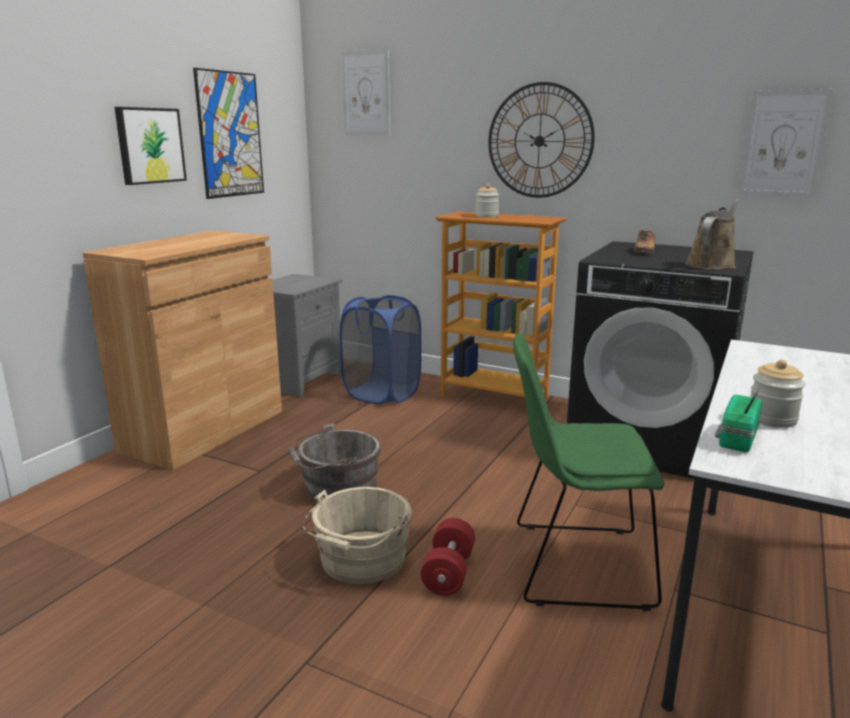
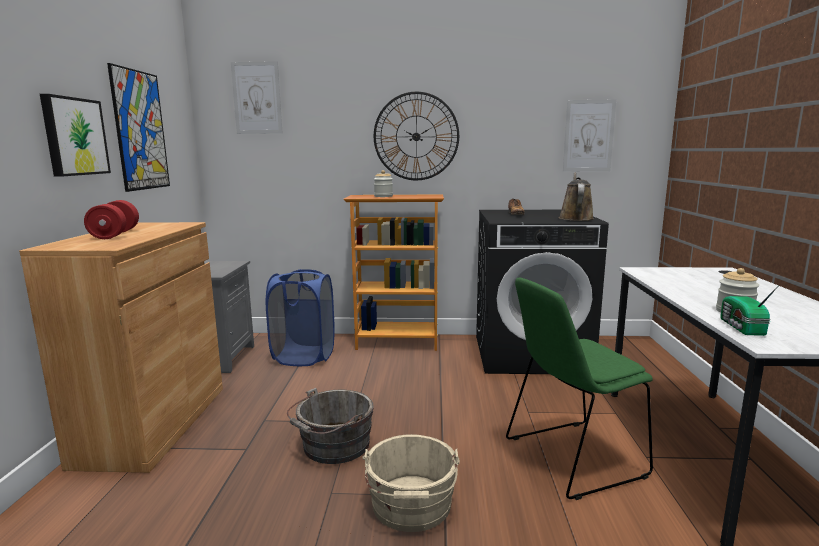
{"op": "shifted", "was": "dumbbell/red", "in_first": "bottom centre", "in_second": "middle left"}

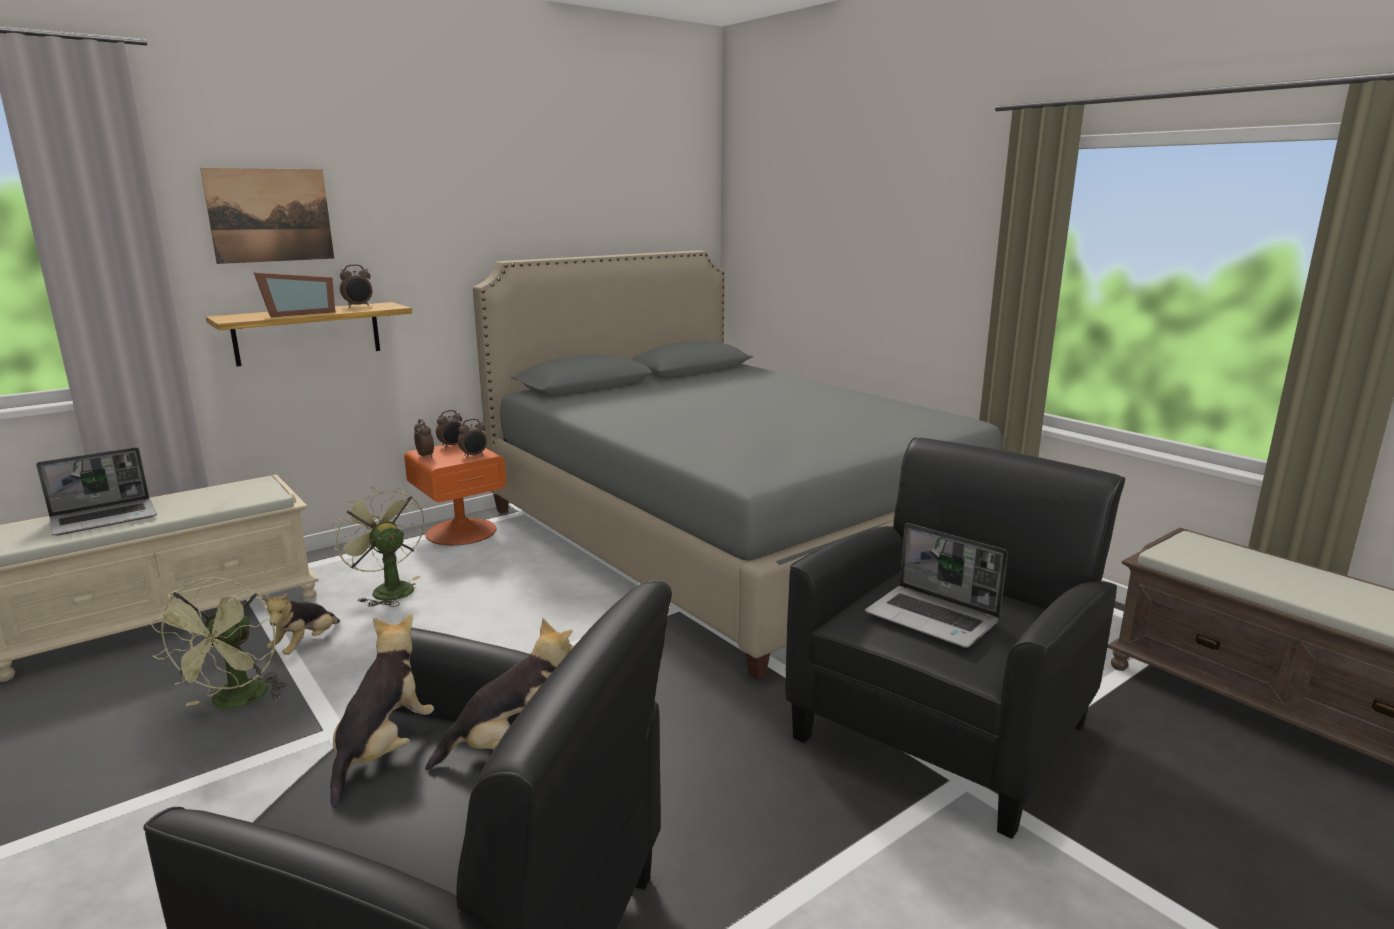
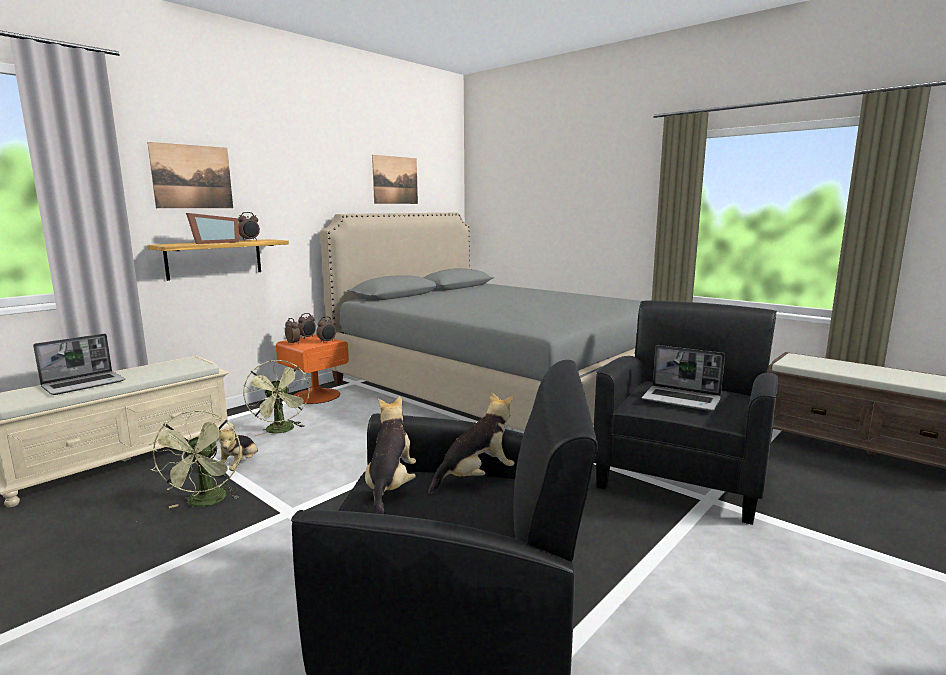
{"op": "rotated", "was": "fan/green (no. 2 from left)", "in_first": "middle left", "in_second": "middle left", "clockwise": -150}
{"op": "new", "now": "picture (no. 2 from left)", "in_second": "top centre"}

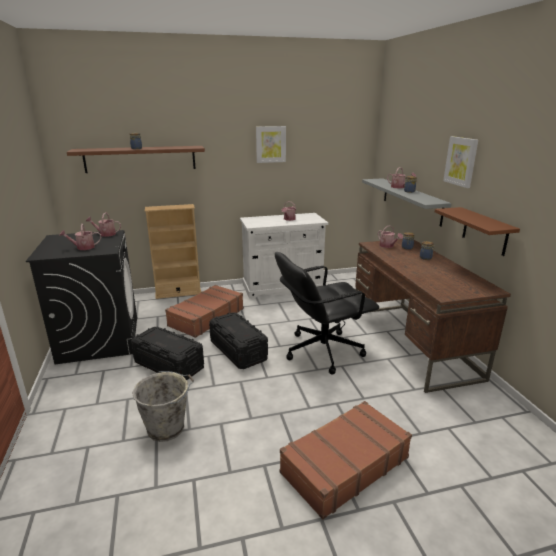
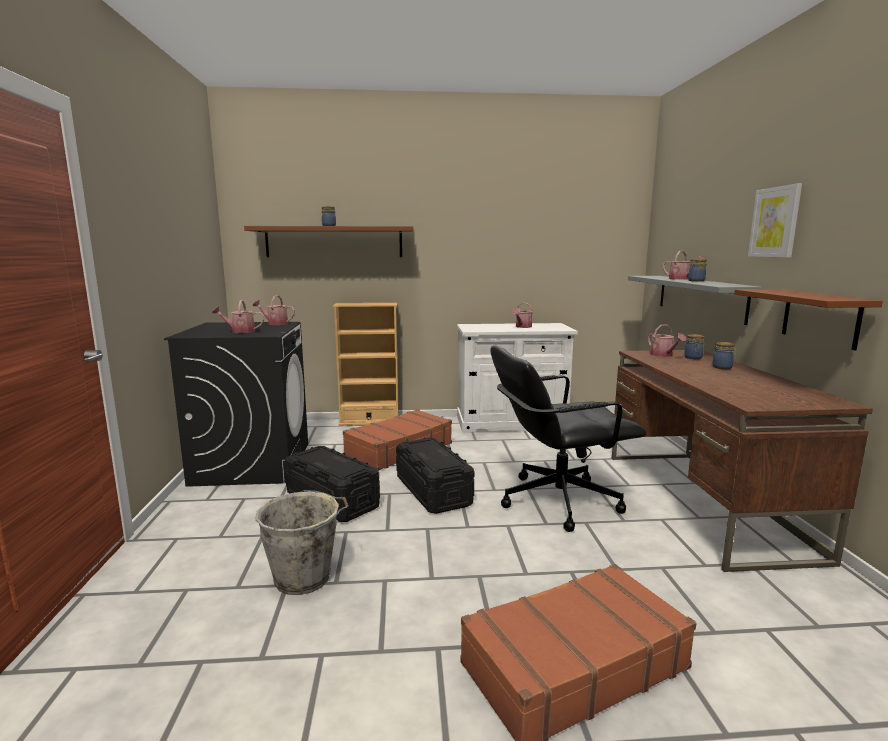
{"op": "gone", "was": "picture (no. 1 from left)", "in_first": "top centre"}

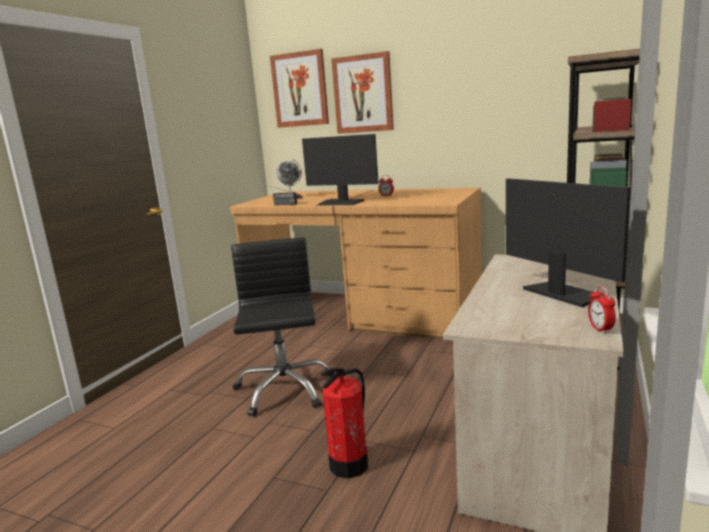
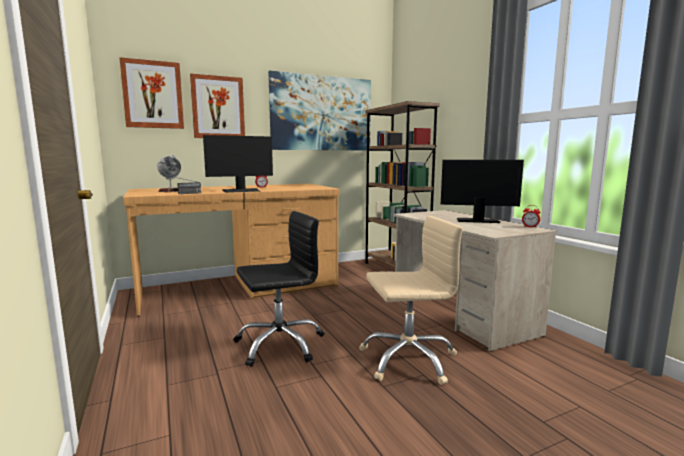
{"op": "rotated", "was": "office chair/black", "in_first": "centre", "in_second": "centre", "clockwise": 120}
{"op": "new", "now": "picture (no. 3 from left)", "in_second": "top centre"}
{"op": "swapped", "was": "fire extinguisher", "now": "office chair/beige", "in_first": "bottom centre", "in_second": "centre"}

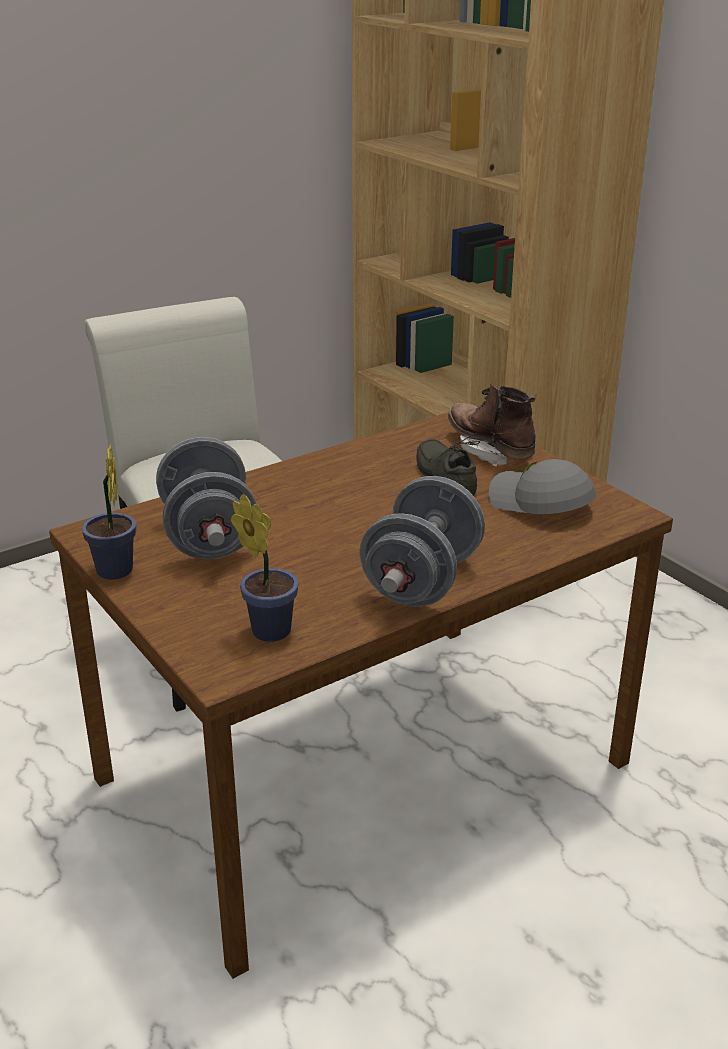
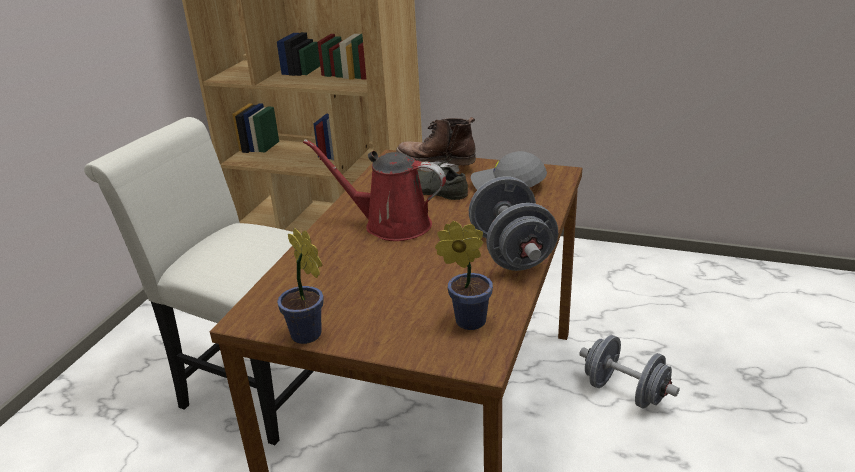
{"op": "new", "now": "watering can/red", "in_second": "centre"}
{"op": "shifted", "was": "dumbbell/grey (no. 1 from left in the first image)", "now": "dumbbell/grey (no. 2 from left)", "in_first": "middle left", "in_second": "bottom right"}

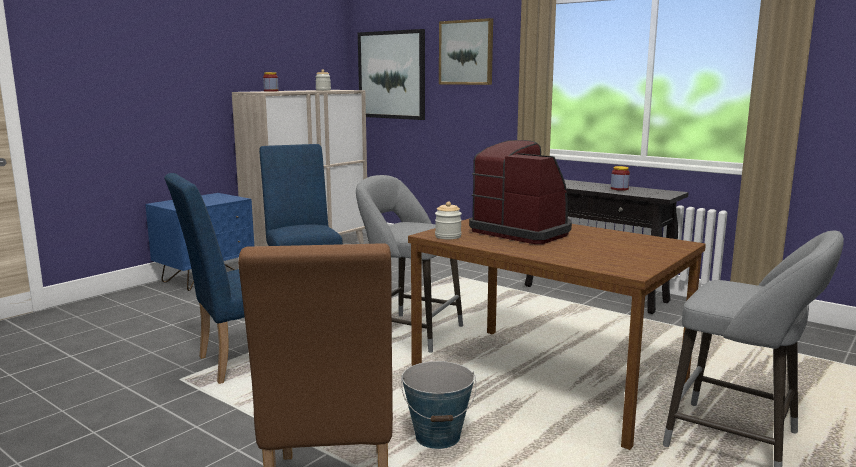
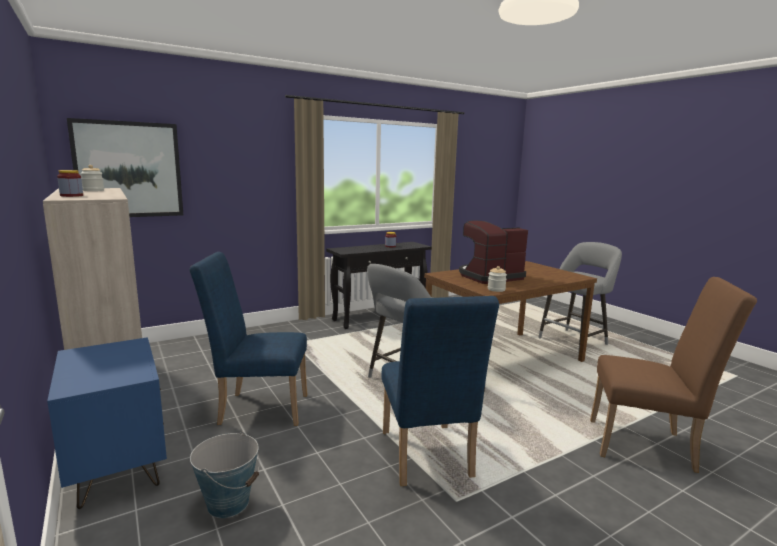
{"op": "shifted", "was": "bucket", "in_first": "bottom centre", "in_second": "bottom left"}
{"op": "gone", "was": "picture (no. 2 from left)", "in_first": "top centre"}

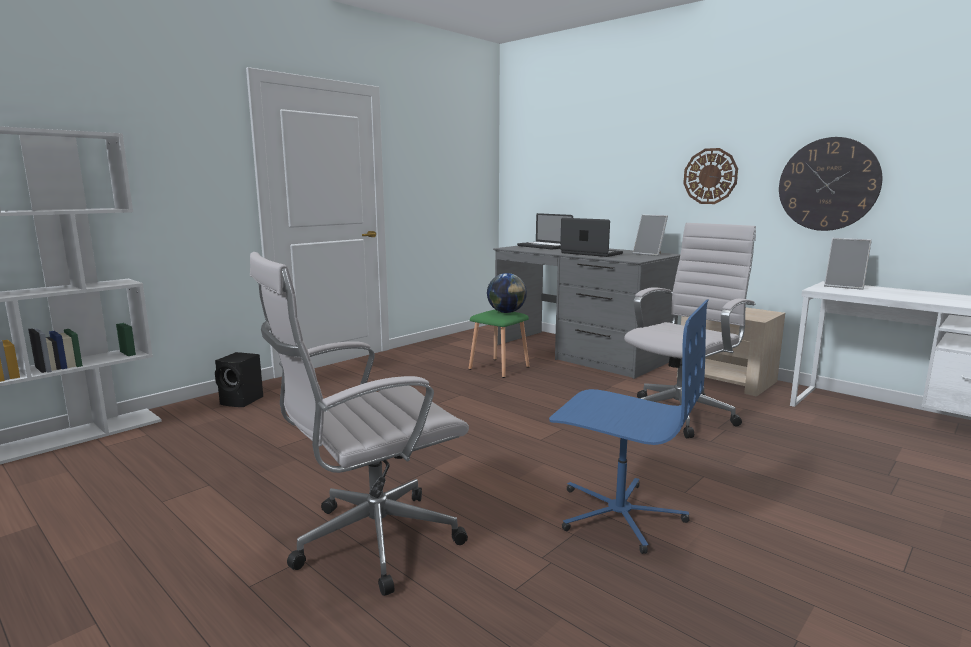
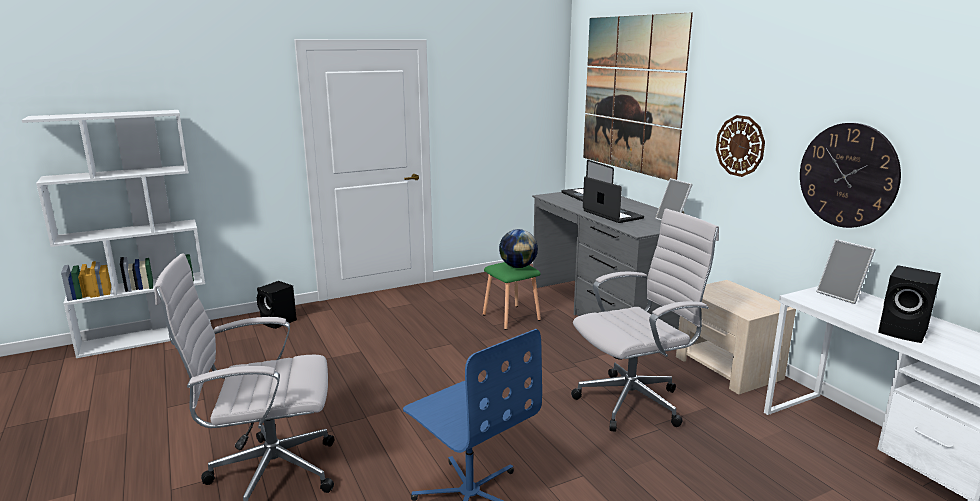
{"op": "new", "now": "picture", "in_second": "top centre"}
{"op": "new", "now": "speaker/black (no. 2 from left)", "in_second": "middle right"}

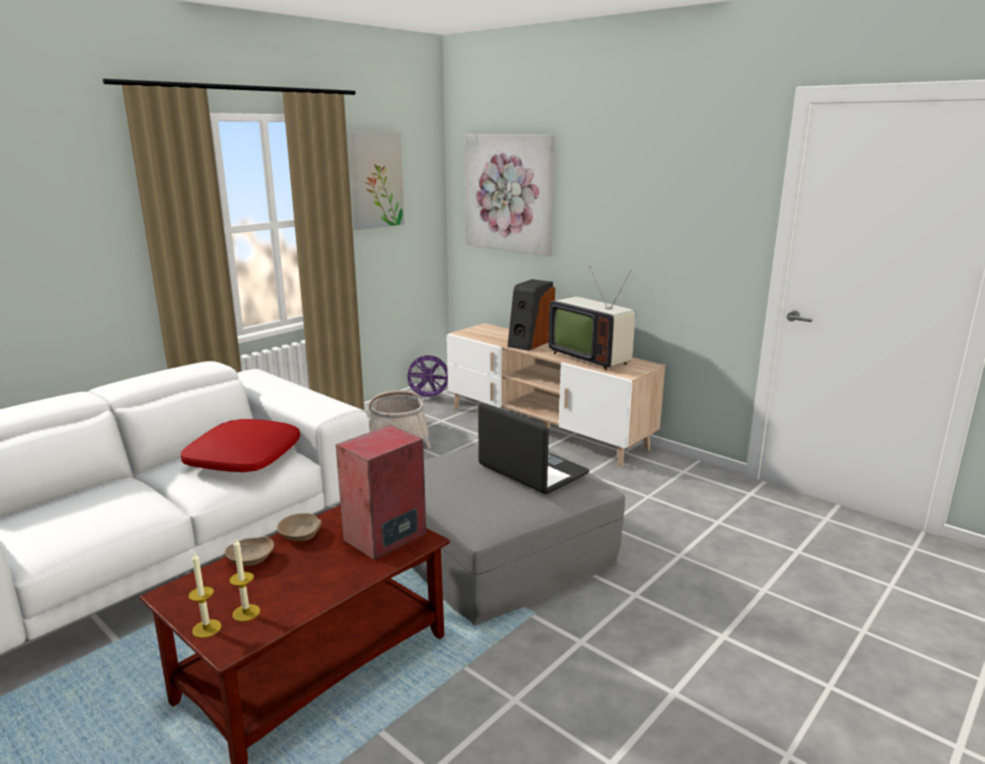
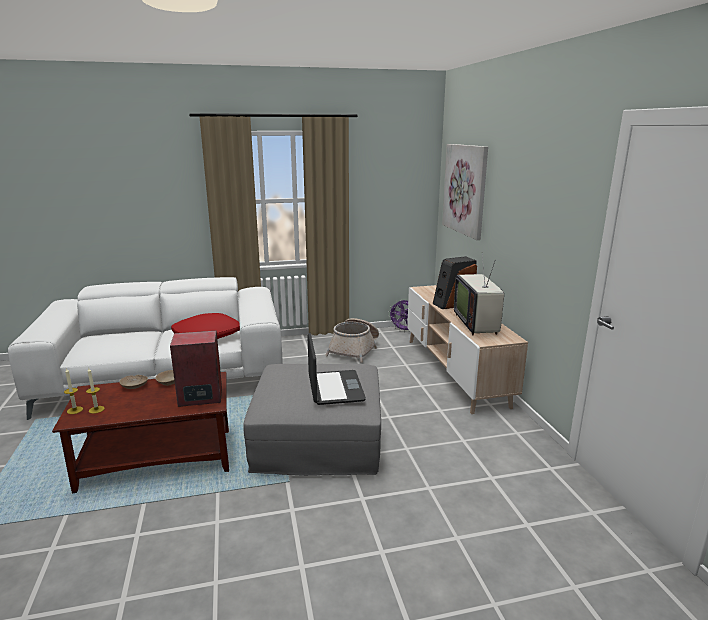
{"op": "gone", "was": "picture (no. 1 from left)", "in_first": "top centre"}

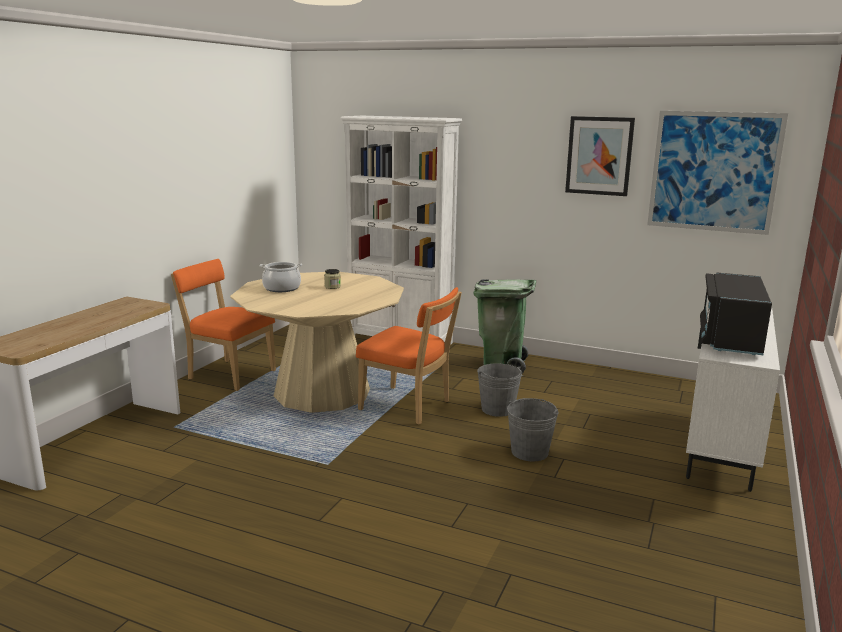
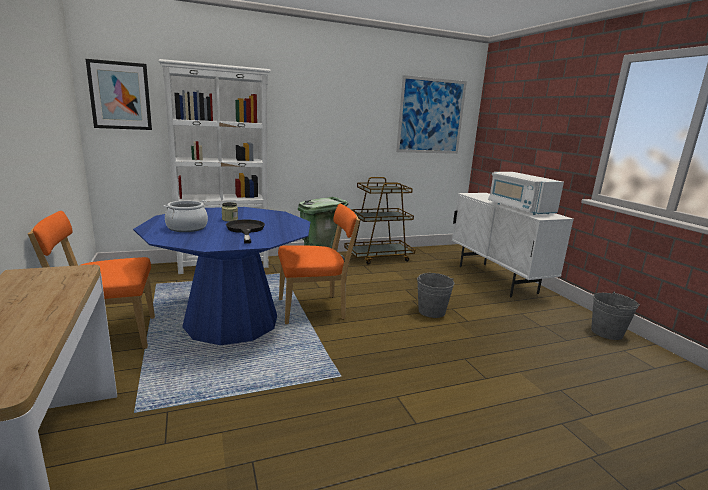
{"op": "shifted", "was": "picture (no. 1 from left)", "in_first": "top right", "in_second": "top left"}
{"op": "repainted", "was": "dining table/beige", "now": "dining table/blue", "in_first": "centre", "in_second": "middle left"}
{"op": "new", "now": "frying pan/black", "in_second": "centre"}
{"op": "new", "now": "cart/brown", "in_second": "centre"}
{"op": "repainted", "was": "microwave/black", "now": "microwave/white", "in_first": "middle right", "in_second": "middle right"}
{"op": "shifted", "was": "bucket/grey (no. 1 from left in the first image)", "now": "bucket/grey (no. 2 from left)", "in_first": "centre", "in_second": "middle right"}

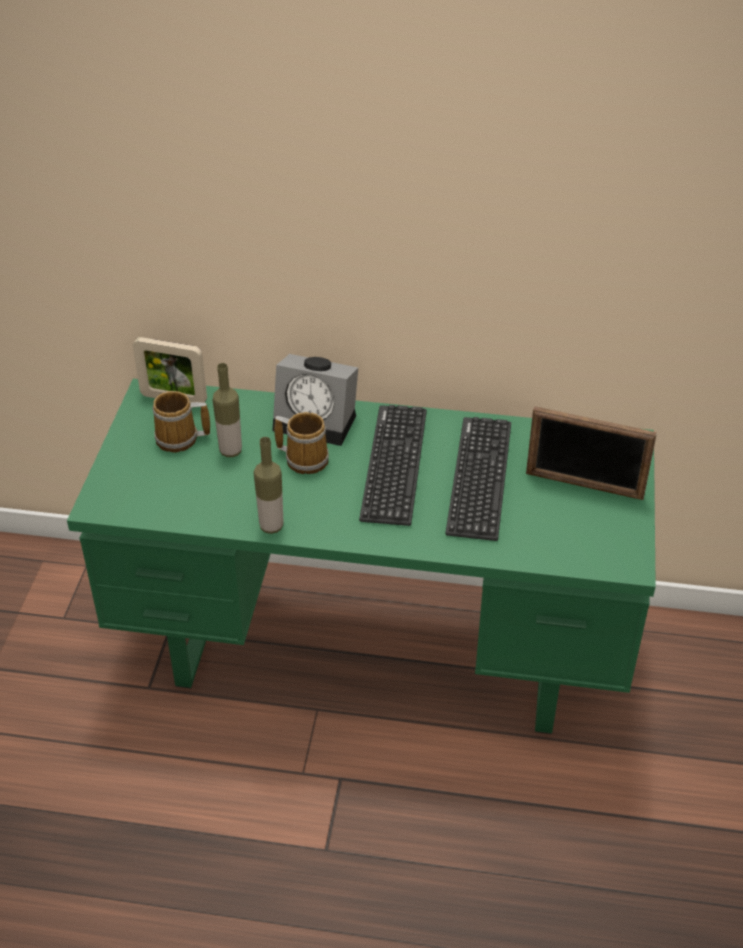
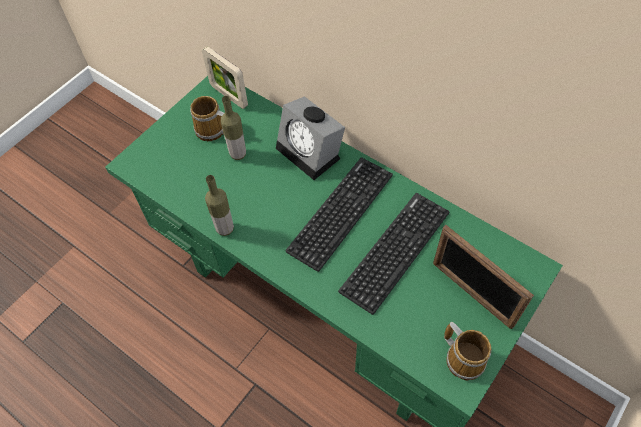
{"op": "shifted", "was": "mug (no. 2 from left)", "in_first": "centre", "in_second": "bottom right"}

